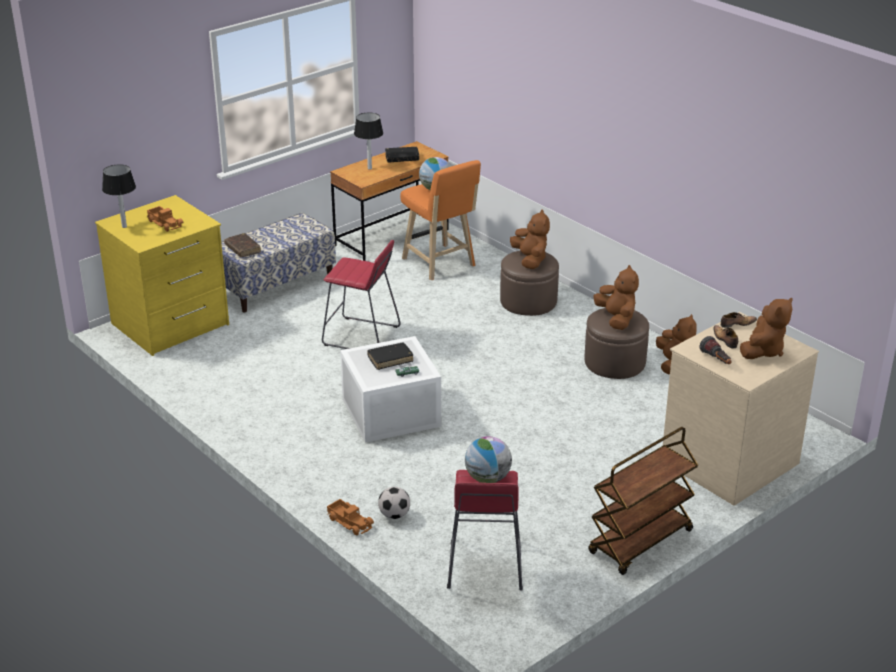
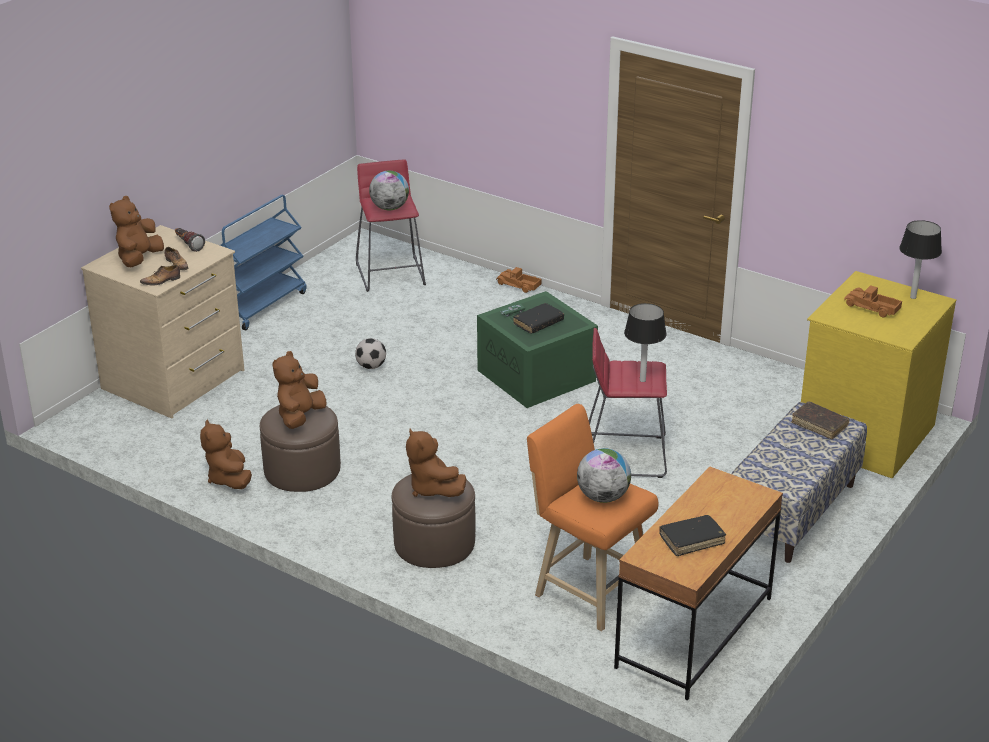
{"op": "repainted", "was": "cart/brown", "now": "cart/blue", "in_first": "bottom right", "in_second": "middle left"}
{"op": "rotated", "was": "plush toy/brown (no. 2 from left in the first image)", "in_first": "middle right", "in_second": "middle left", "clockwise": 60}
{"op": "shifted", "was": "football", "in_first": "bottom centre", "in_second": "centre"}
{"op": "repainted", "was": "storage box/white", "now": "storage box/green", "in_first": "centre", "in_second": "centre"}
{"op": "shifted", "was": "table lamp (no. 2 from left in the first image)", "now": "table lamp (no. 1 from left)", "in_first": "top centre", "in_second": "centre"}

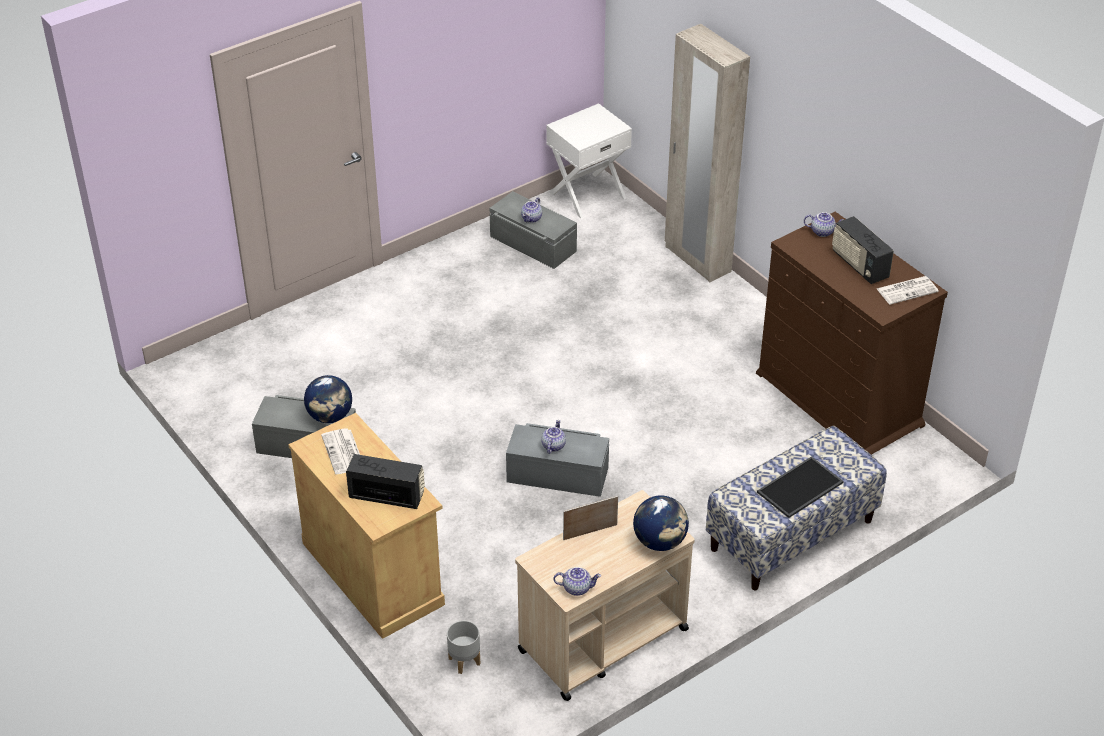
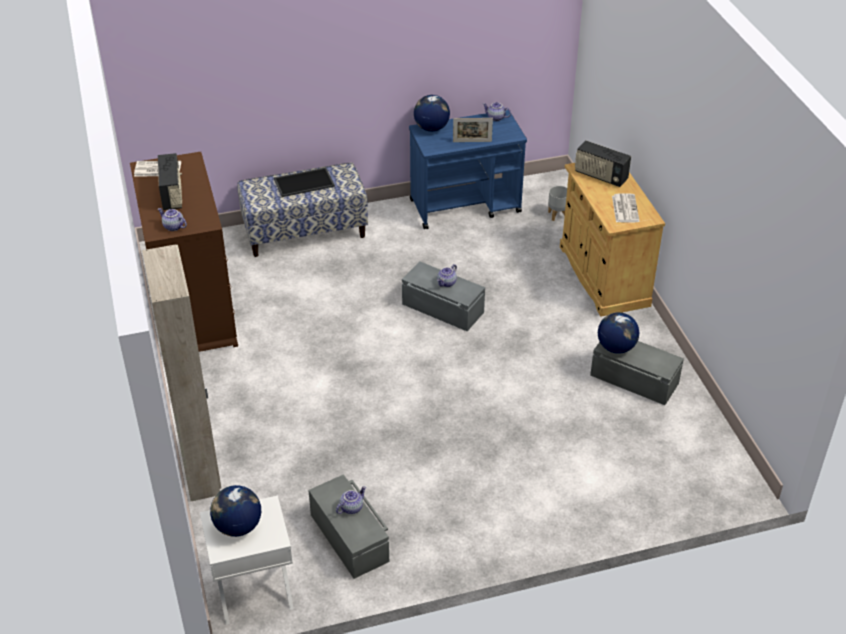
{"op": "new", "now": "globe (no. 1 from left)", "in_second": "bottom left"}
{"op": "repainted", "was": "cart/beige", "now": "cart/blue", "in_first": "bottom centre", "in_second": "top centre"}

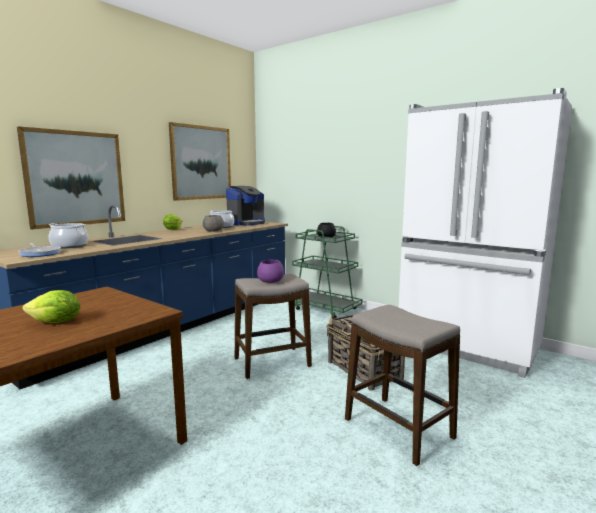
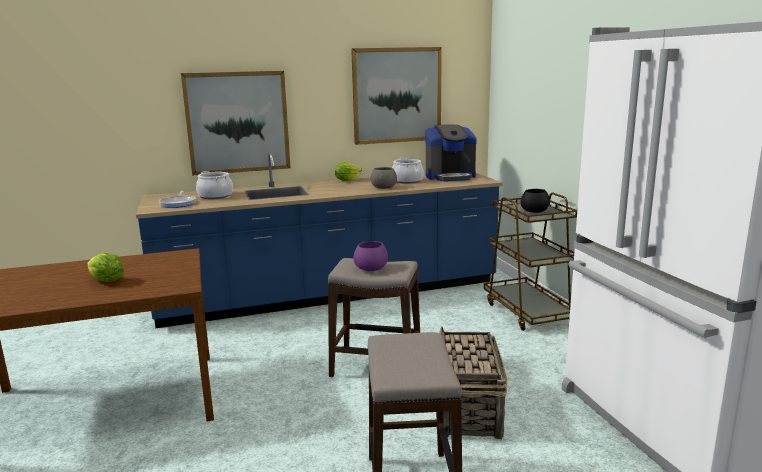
{"op": "repainted", "was": "cart/green", "now": "cart/brown", "in_first": "centre", "in_second": "middle right"}

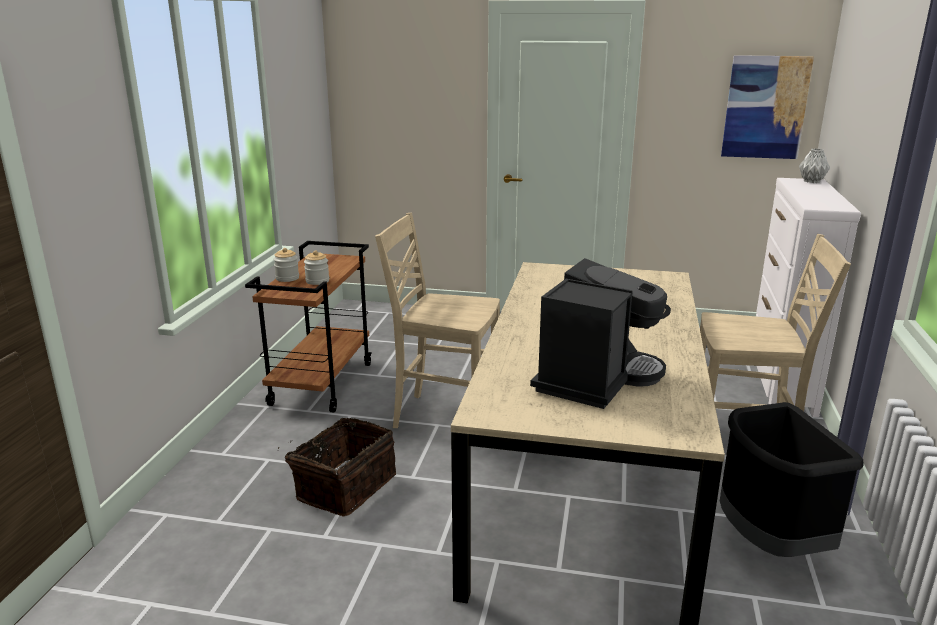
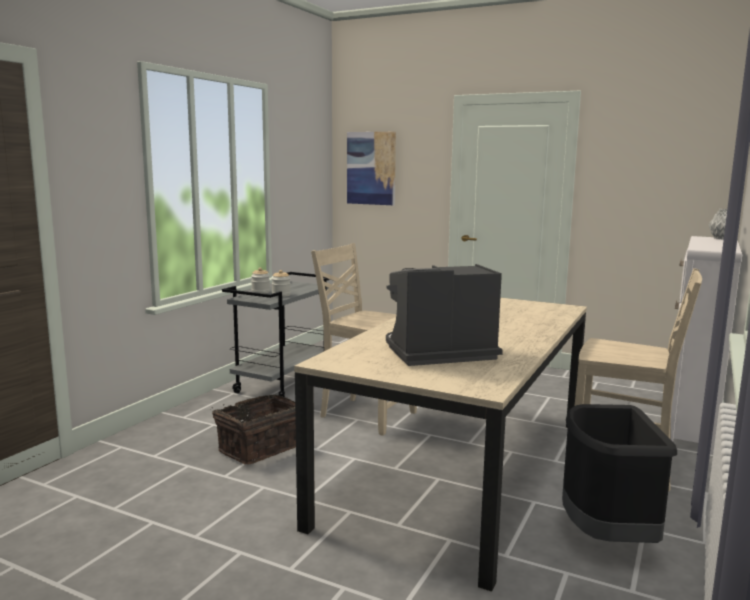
{"op": "repainted", "was": "cart/brown", "now": "cart/grey", "in_first": "middle left", "in_second": "centre"}
{"op": "shifted", "was": "picture", "in_first": "top right", "in_second": "top centre"}
{"op": "rotated", "was": "coffee machine", "in_first": "centre", "in_second": "centre", "clockwise": -150}

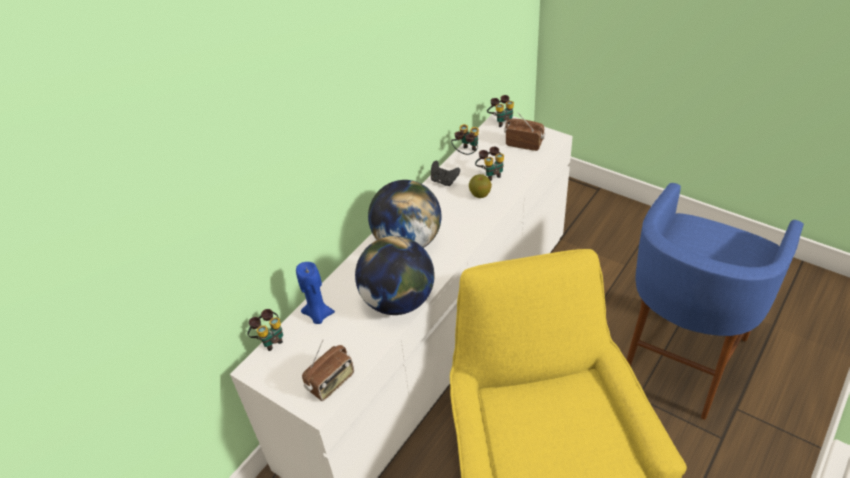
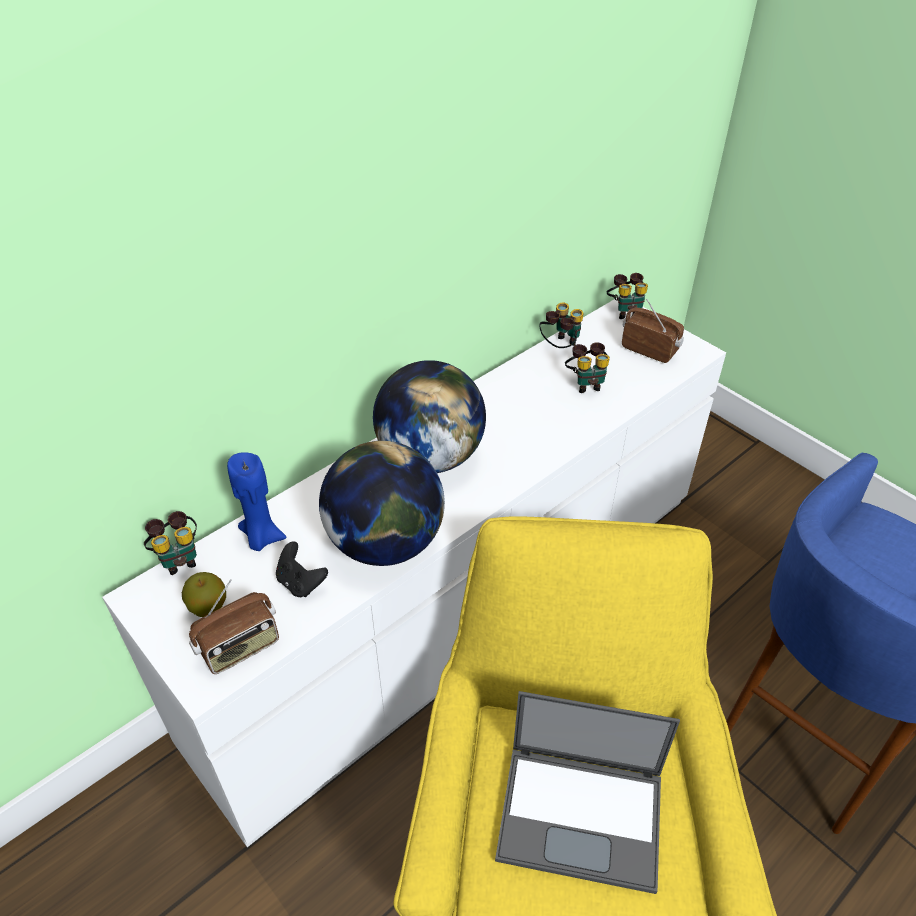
{"op": "shifted", "was": "apple", "in_first": "centre", "in_second": "middle left"}
{"op": "shifted", "was": "game controller/black", "in_first": "centre", "in_second": "middle left"}
{"op": "new", "now": "laptop", "in_second": "bottom centre"}

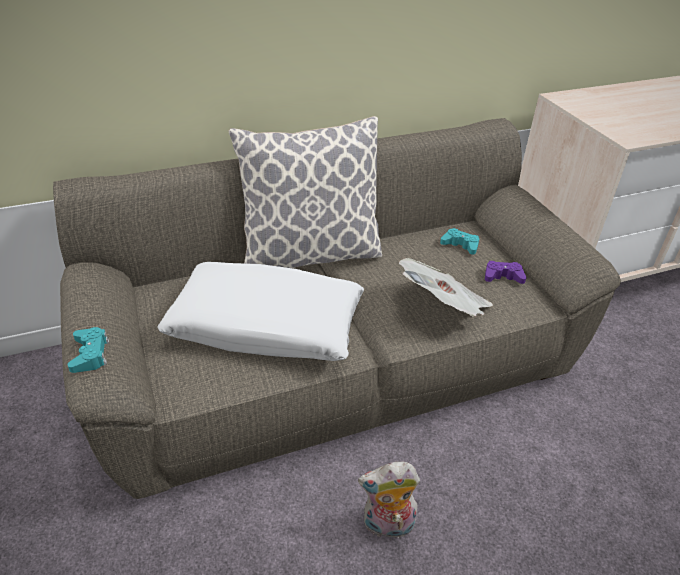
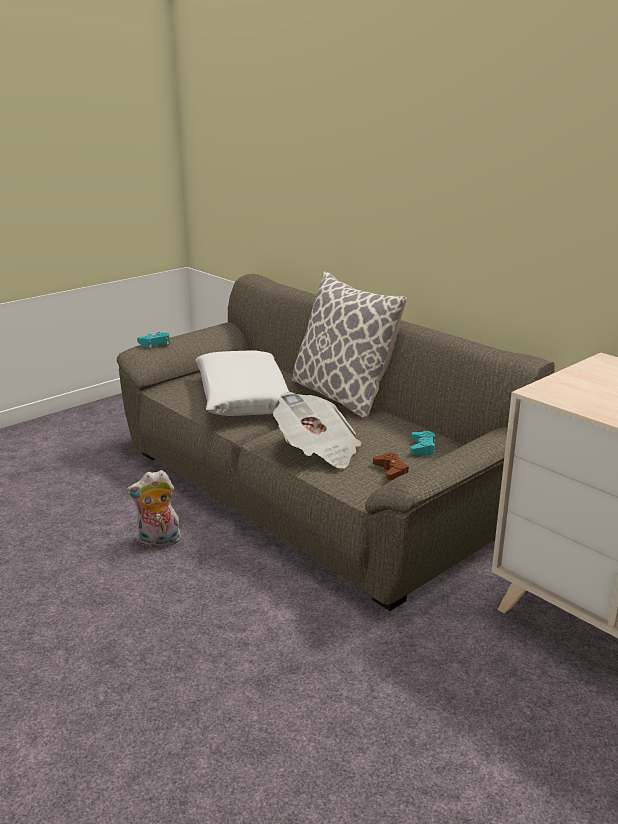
{"op": "rotated", "was": "plush toy", "in_first": "bottom centre", "in_second": "middle left", "clockwise": -75}
{"op": "repainted", "was": "game controller/purple", "now": "game controller/brown", "in_first": "middle right", "in_second": "centre"}

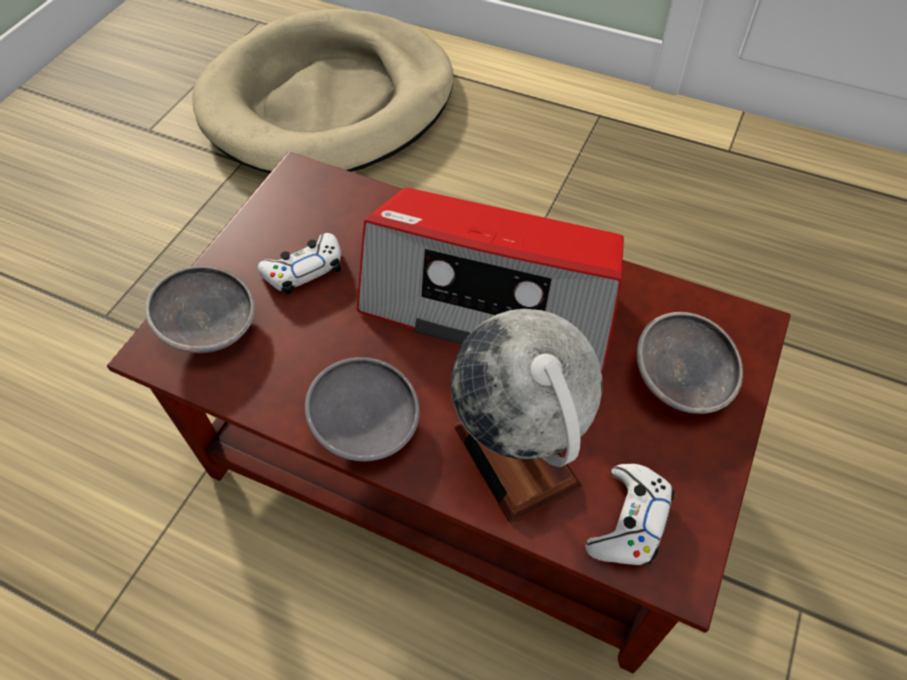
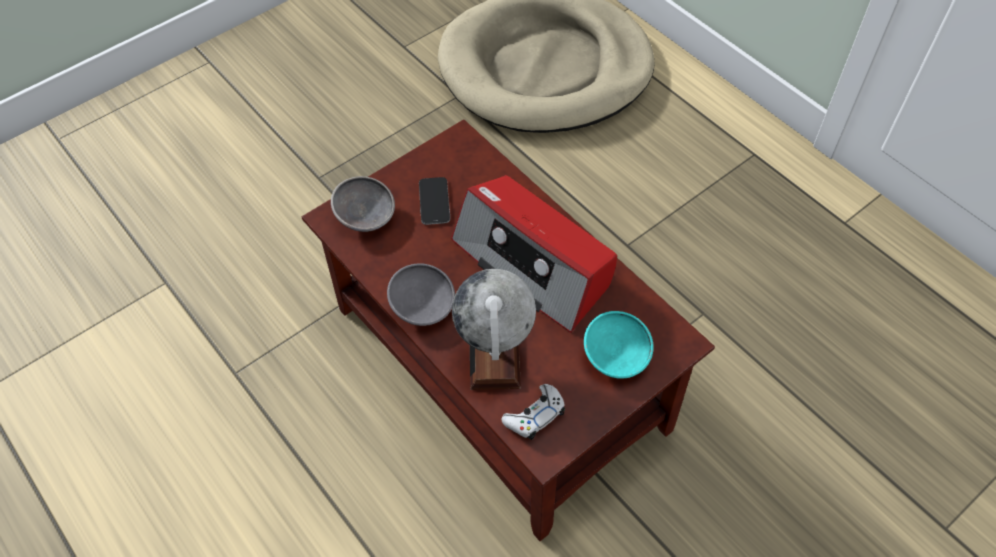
{"op": "swapped", "was": "game controller/white (no. 1 from left)", "now": "phone", "in_first": "middle left", "in_second": "centre"}
{"op": "repainted", "was": "bowl/grey (no. 3 from left)", "now": "bowl/turquoise", "in_first": "middle right", "in_second": "centre"}

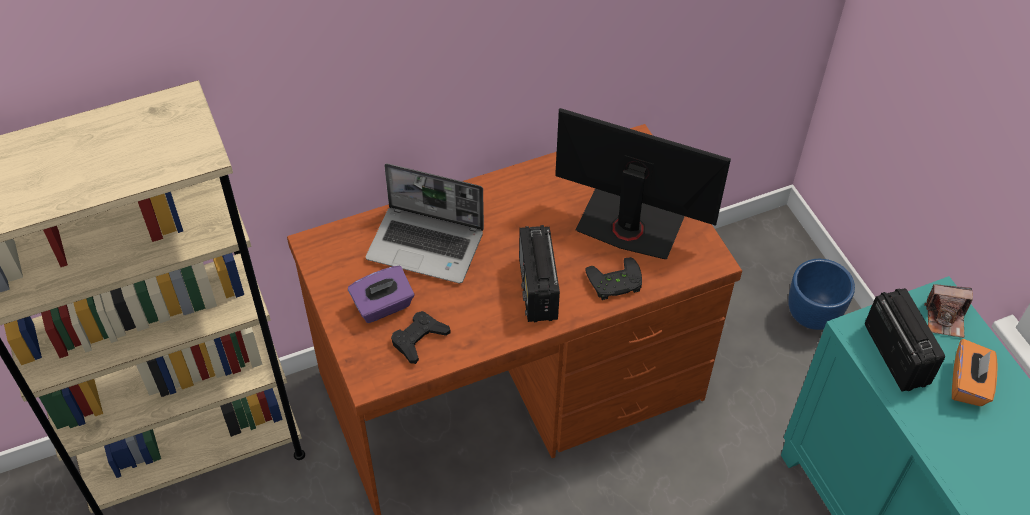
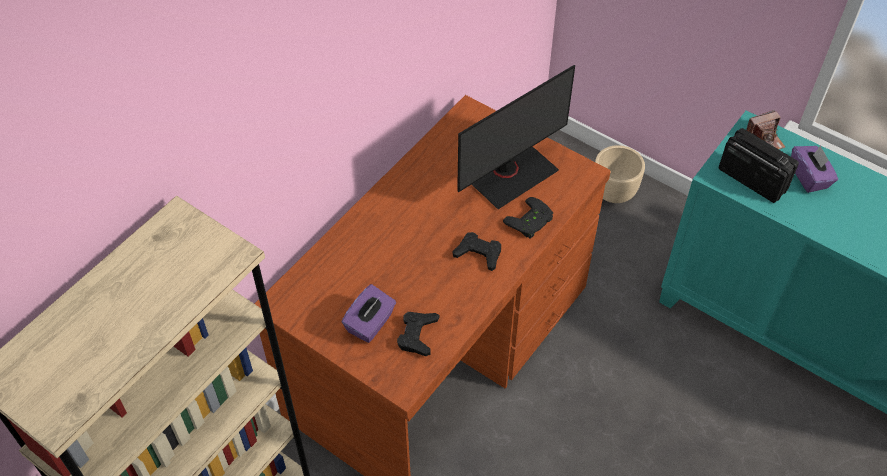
{"op": "swapped", "was": "radio (no. 1 from left)", "now": "game controller/black (no. 2 from left)", "in_first": "centre", "in_second": "centre"}
{"op": "rotated", "was": "monitor", "in_first": "centre", "in_second": "top centre", "clockwise": 150}
{"op": "repainted", "was": "planter/blue", "now": "planter/beige", "in_first": "middle right", "in_second": "middle right"}
{"op": "repainted", "was": "tissue box/orange", "now": "tissue box/purple (no. 2 from left)", "in_first": "bottom right", "in_second": "middle right"}
{"op": "gone", "was": "laptop", "in_first": "centre"}

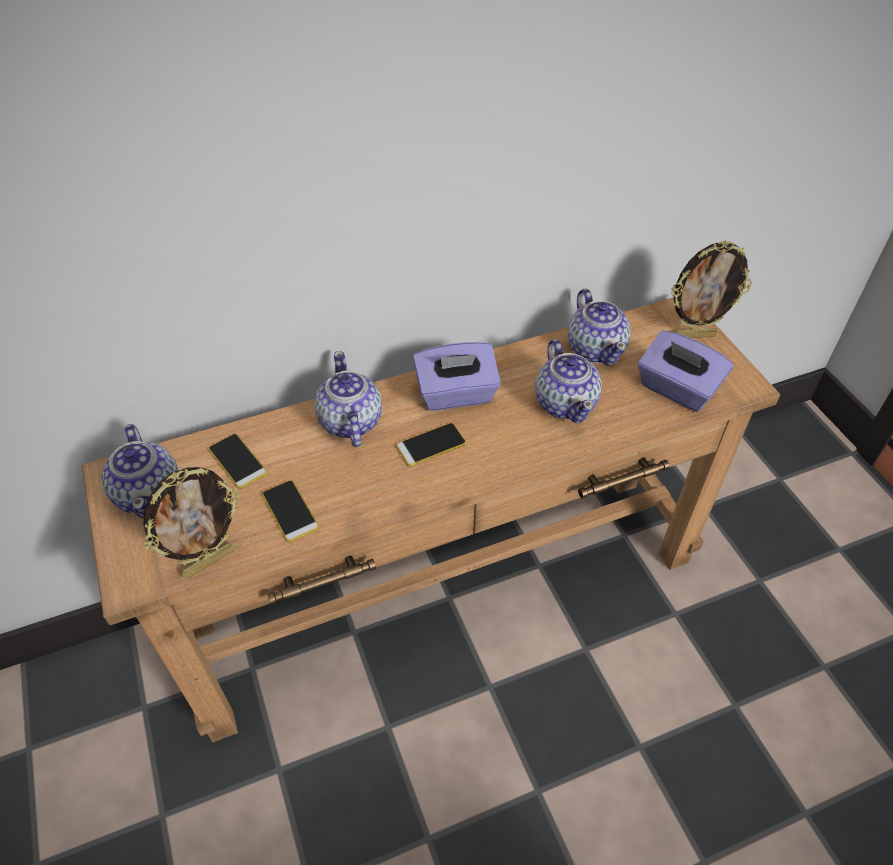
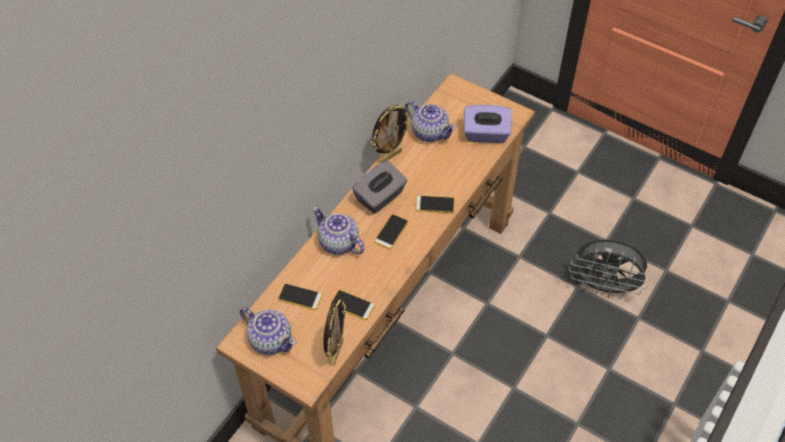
{"op": "repainted", "was": "tissue box/purple (no. 1 from left)", "now": "tissue box/grey", "in_first": "centre", "in_second": "centre"}
{"op": "shifted", "was": "picture frame (no. 2 from left)", "in_first": "middle right", "in_second": "top centre"}
{"op": "new", "now": "phone (no. 4 from left)", "in_second": "centre"}
{"op": "new", "now": "fan/grey", "in_second": "middle right"}
{"op": "gone", "was": "teapot (no. 3 from left)", "in_first": "centre"}

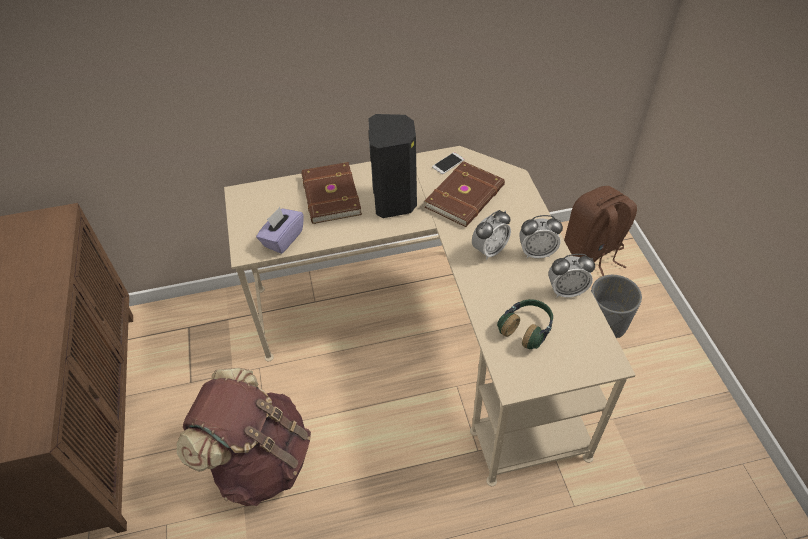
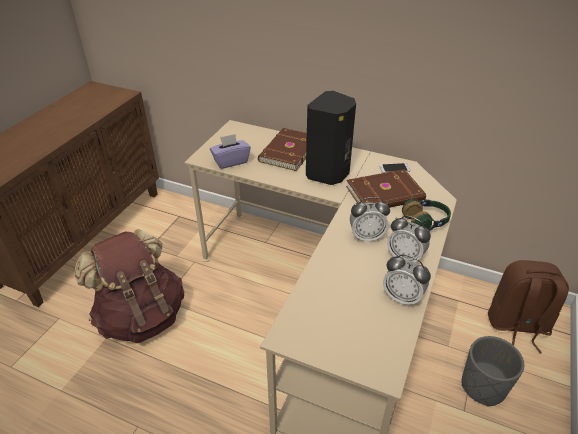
{"op": "shifted", "was": "headphones", "in_first": "centre", "in_second": "middle right"}

